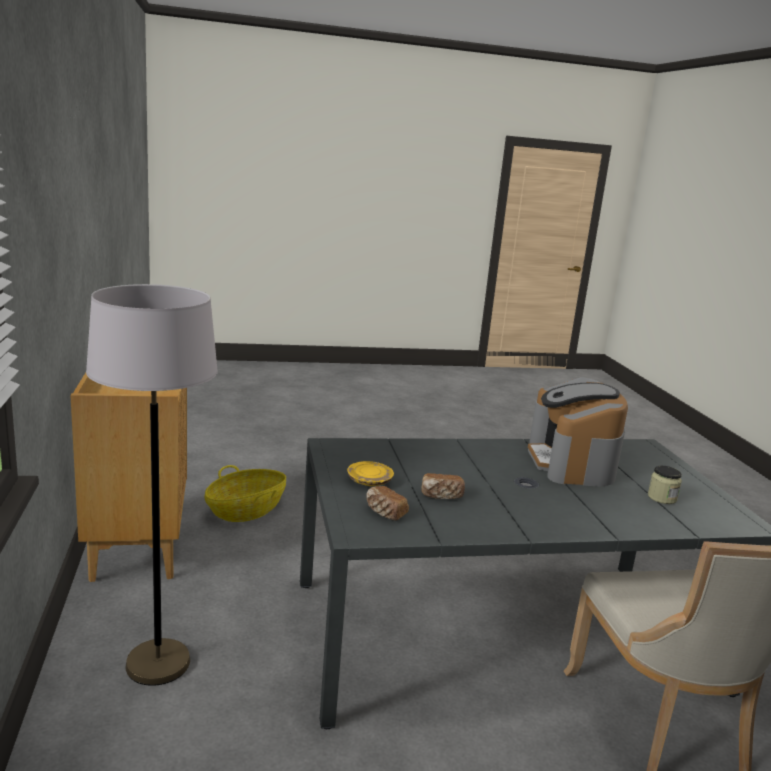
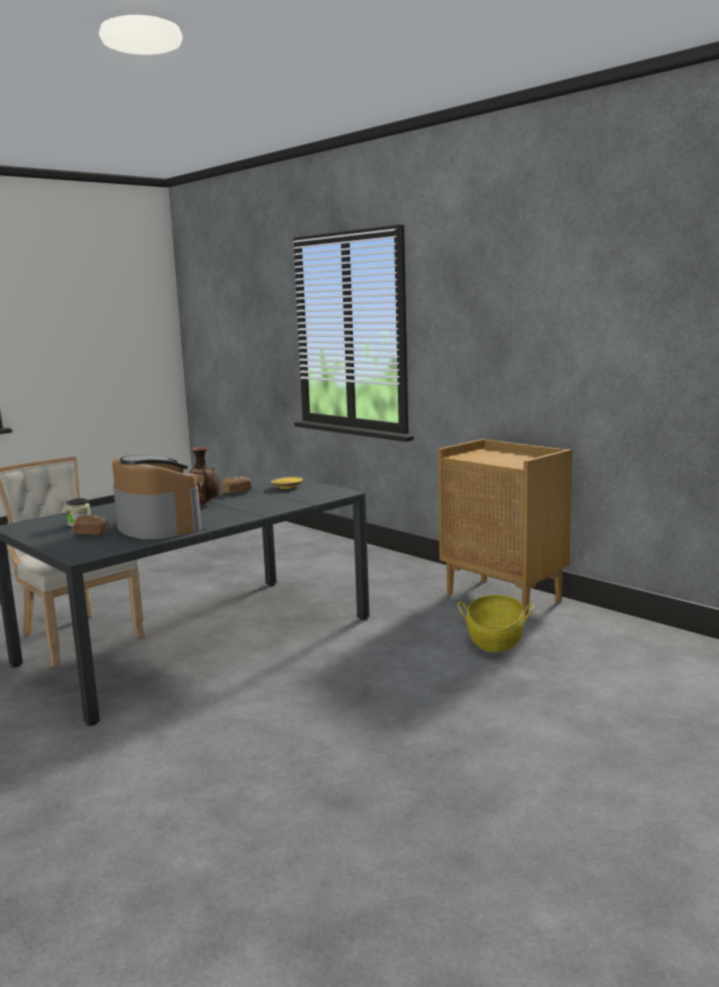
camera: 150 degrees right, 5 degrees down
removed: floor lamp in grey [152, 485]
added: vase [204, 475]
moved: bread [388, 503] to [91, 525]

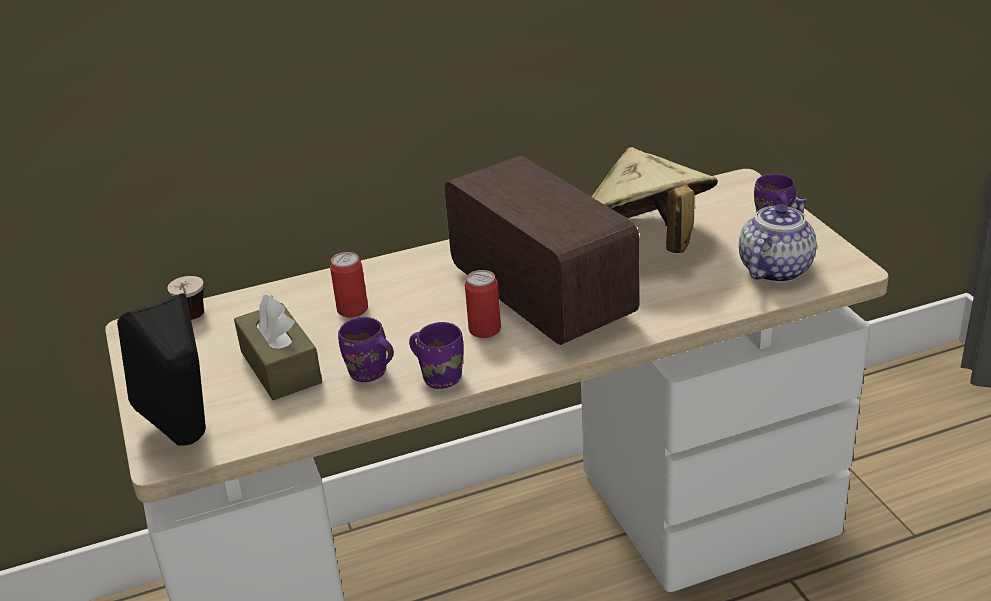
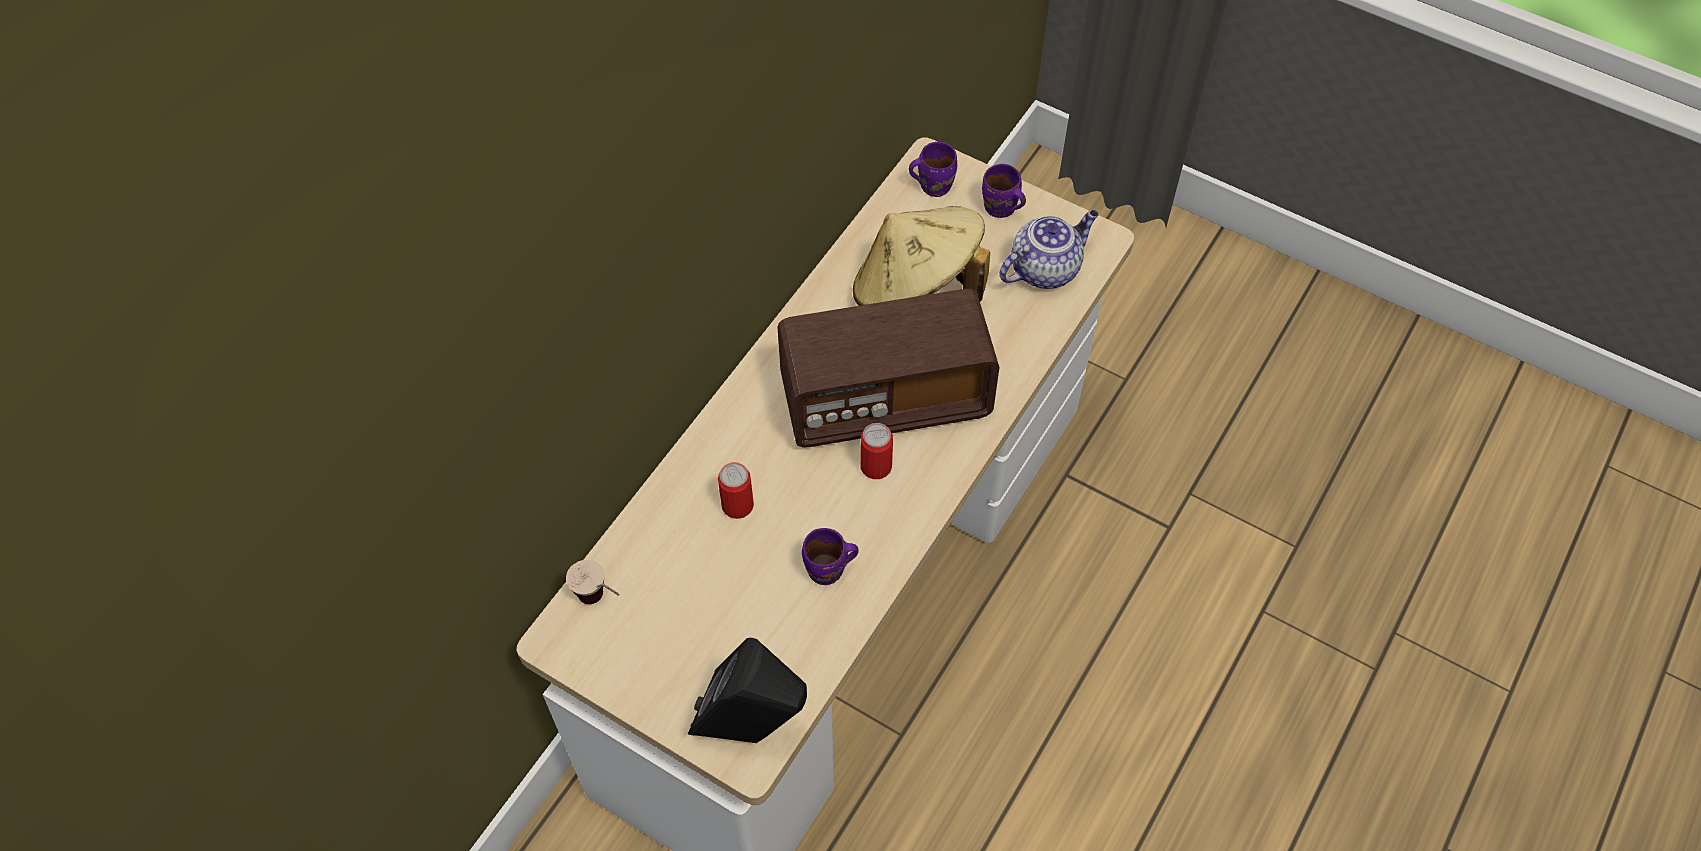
camera: 40 degrees left, 25 degrees up
removed: tissue box in brown [278, 347]
moved: mug in purple [436, 355] to [933, 169]
turned: radio [541, 250] = [888, 368] 150 degrees clockwise; teapot [778, 239] = [1049, 249] 60 degrees clockwise

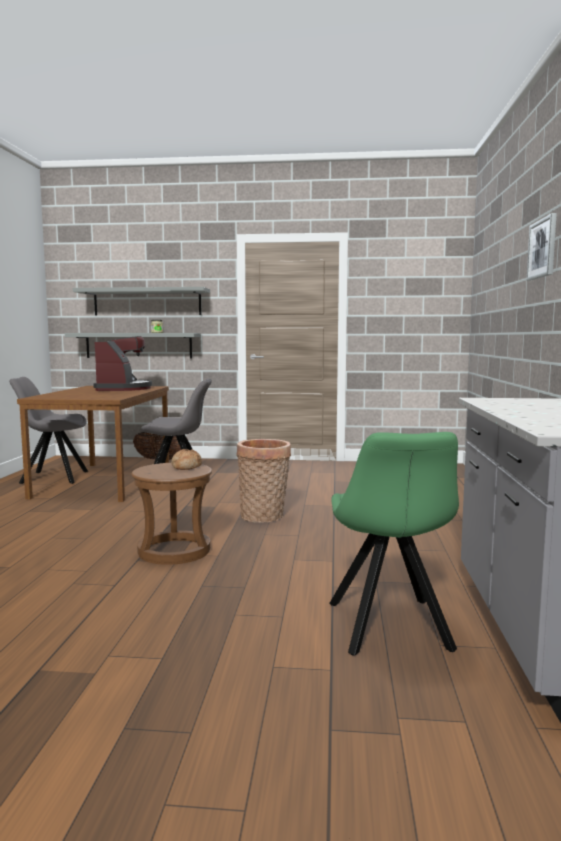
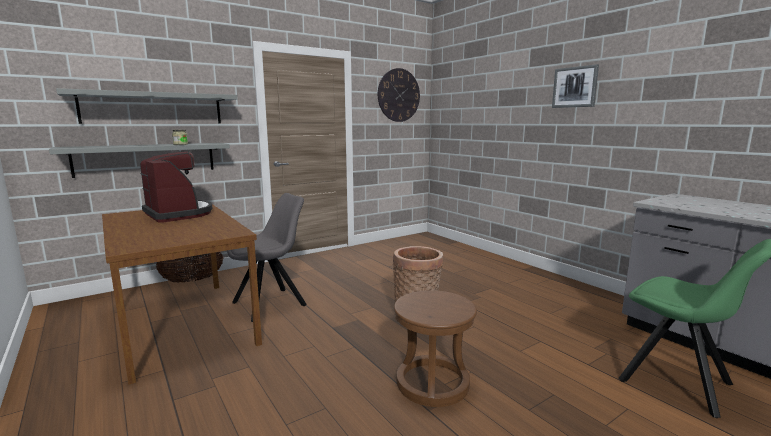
camera: 40 degrees left, 5 degrees up
removed: chair in grey [48, 430]; bread [186, 459]
added: wall clock [399, 95]

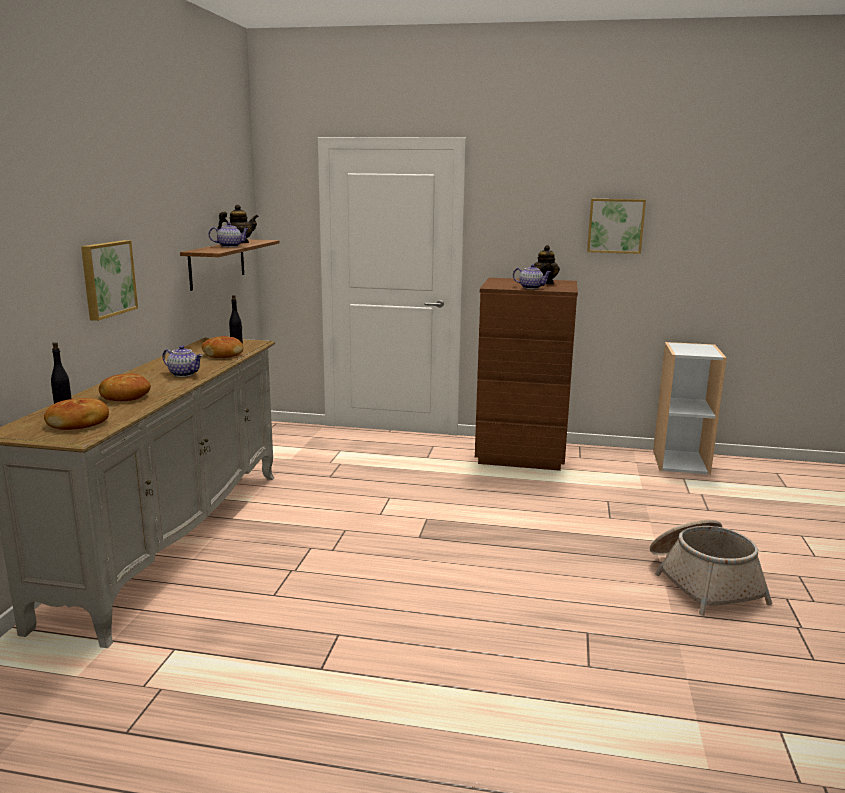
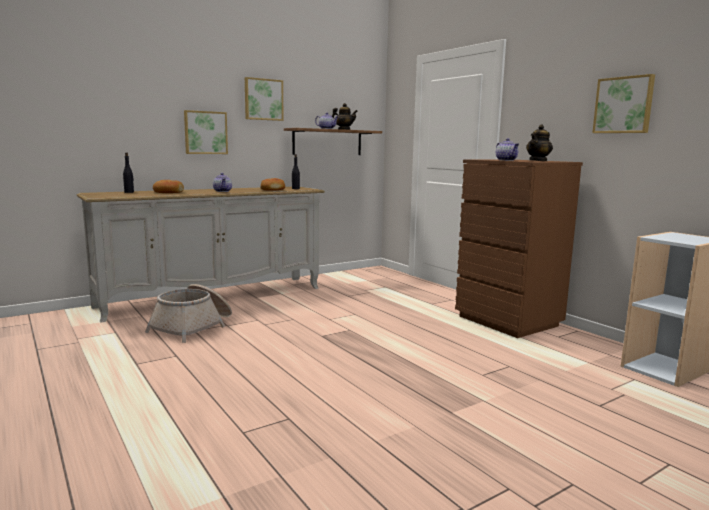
camera: 45 degrees right, 5 degrees down
removed: bread [76, 414]
added: picture [264, 99]
moved: basket [711, 568] to [188, 313]

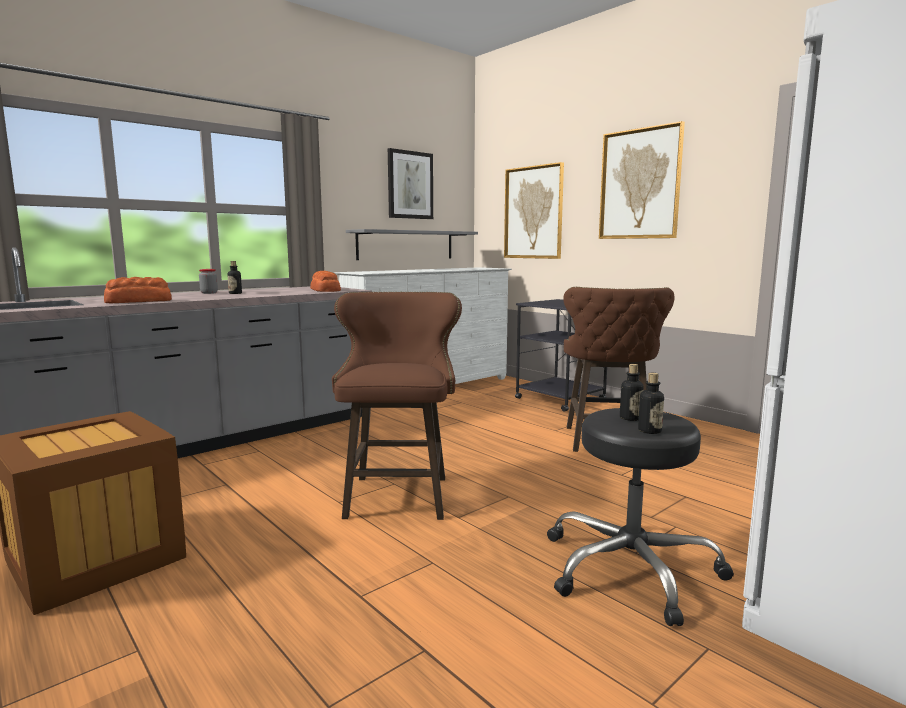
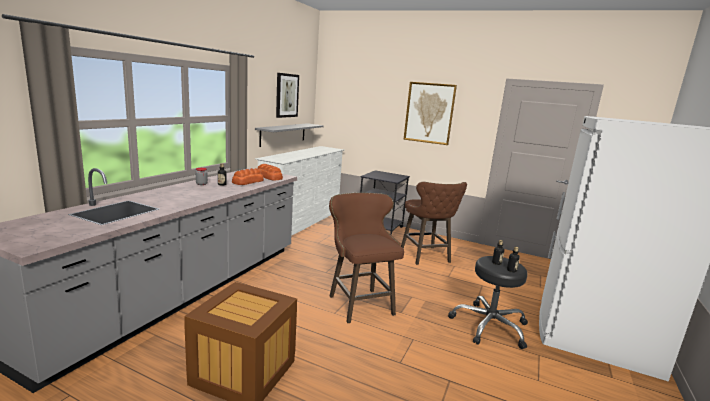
camera: 25 degrees left, 5 degrees up
removed: picture [534, 210]
moved: bread [138, 290] to [248, 176]

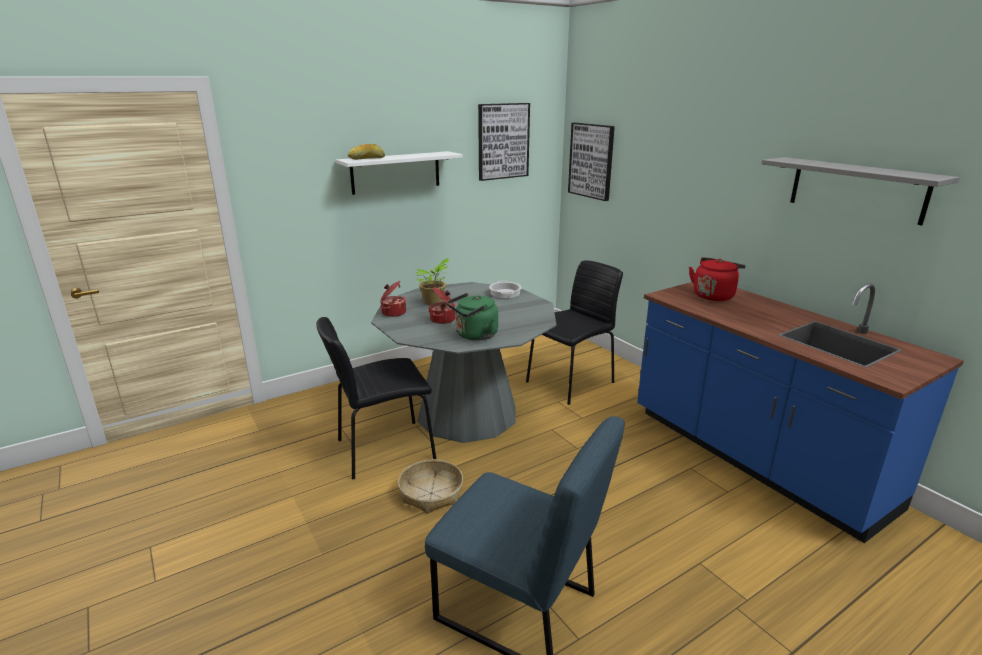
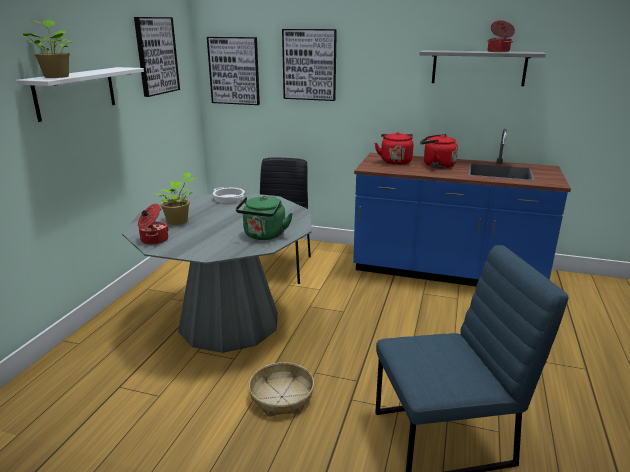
camera: 40 degrees left, 0 degrees up
removed: chair in black [376, 398]
added: picture [309, 65]; kettle in red [439, 151]
moved: cooking pot [442, 305] to [501, 36]
replaced: bread [366, 152] to potted plant [46, 48]

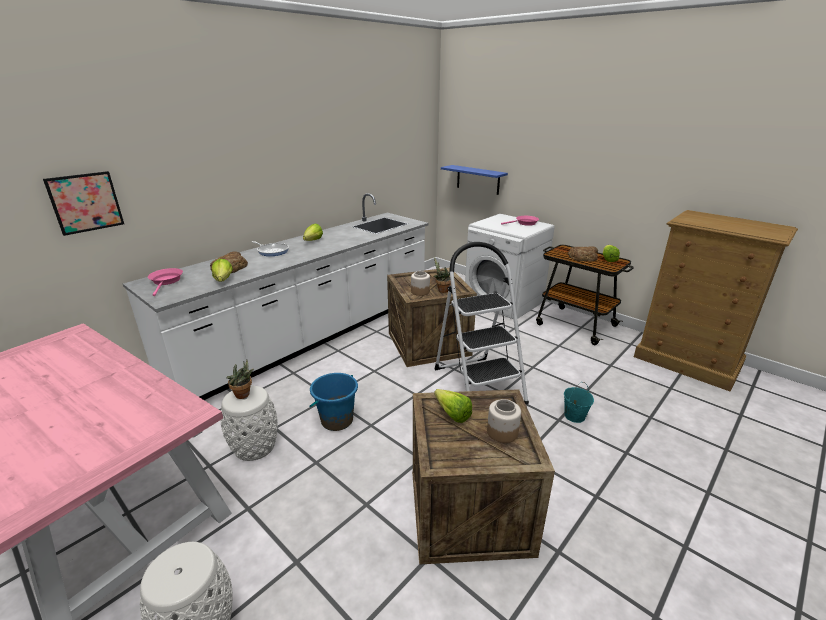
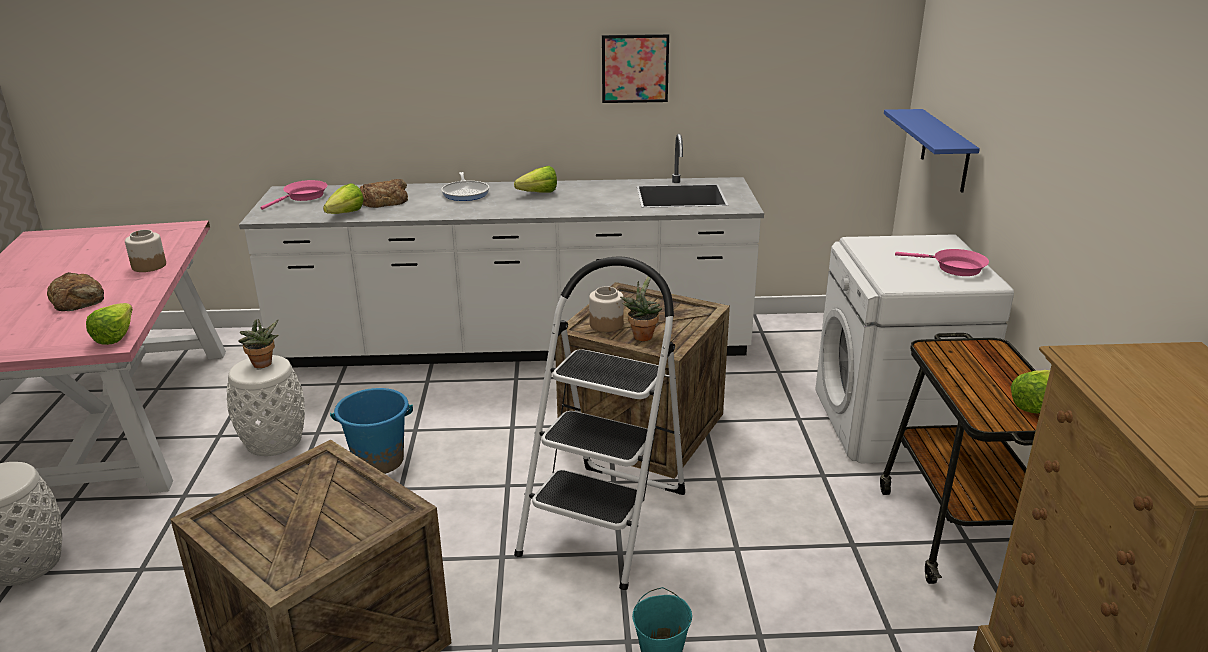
camera: 45 degrees right, 0 degrees up
moved: bread [583, 254] to [75, 291]; lettuce [453, 406] to [109, 324]; jar [504, 421] to [145, 251]; picture [83, 203] to [635, 68]

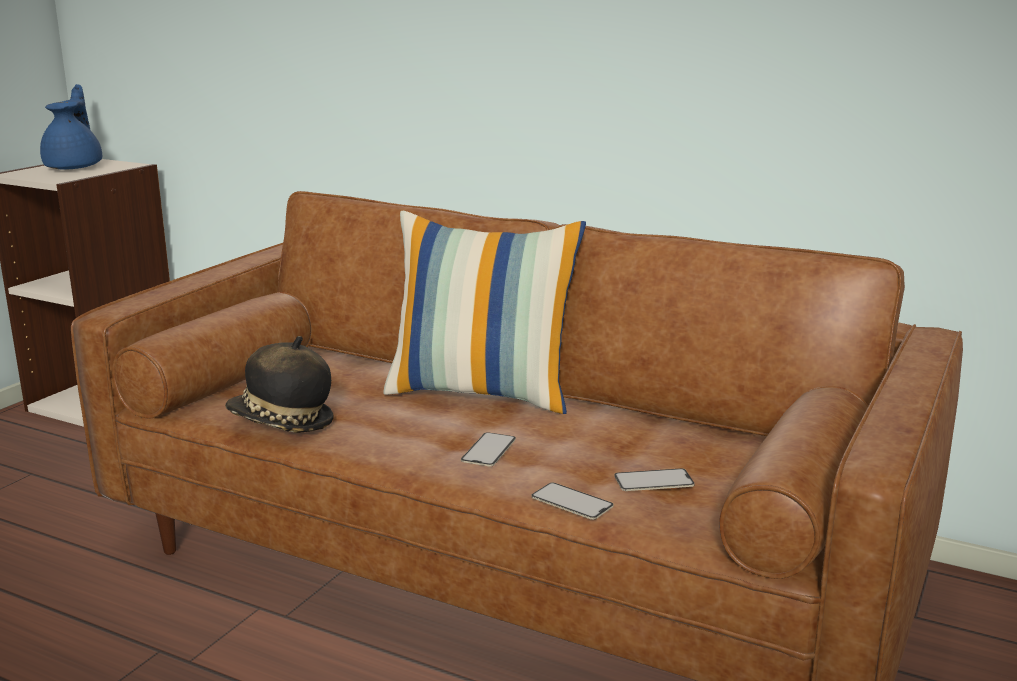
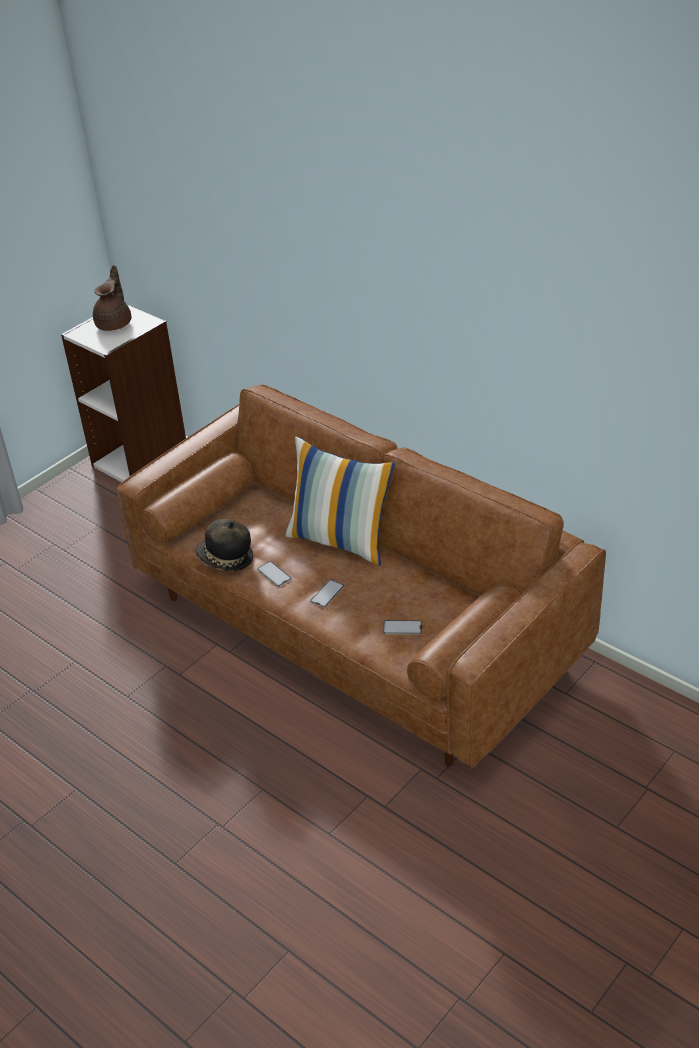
camera: 15 degrees right, 20 degrees up
moved: phone [572, 501] to [274, 574]
recoloured: teapot in blue [71, 127] to teapot in brown [112, 298]

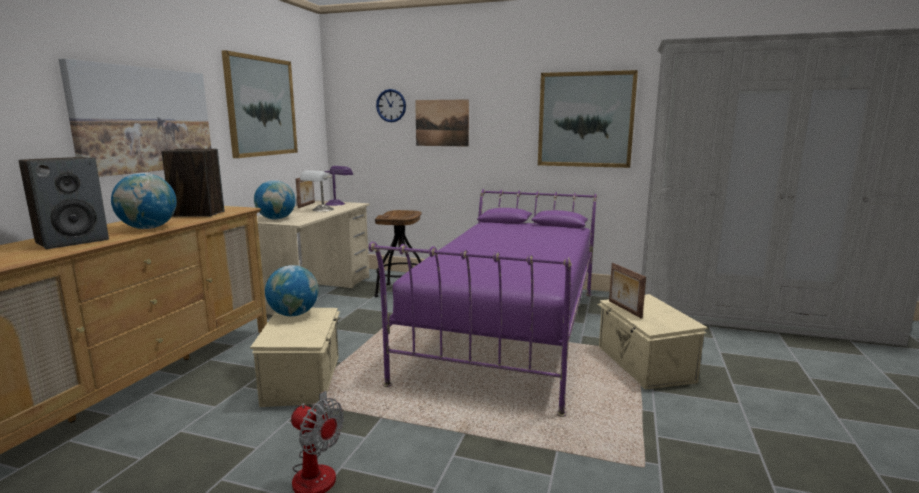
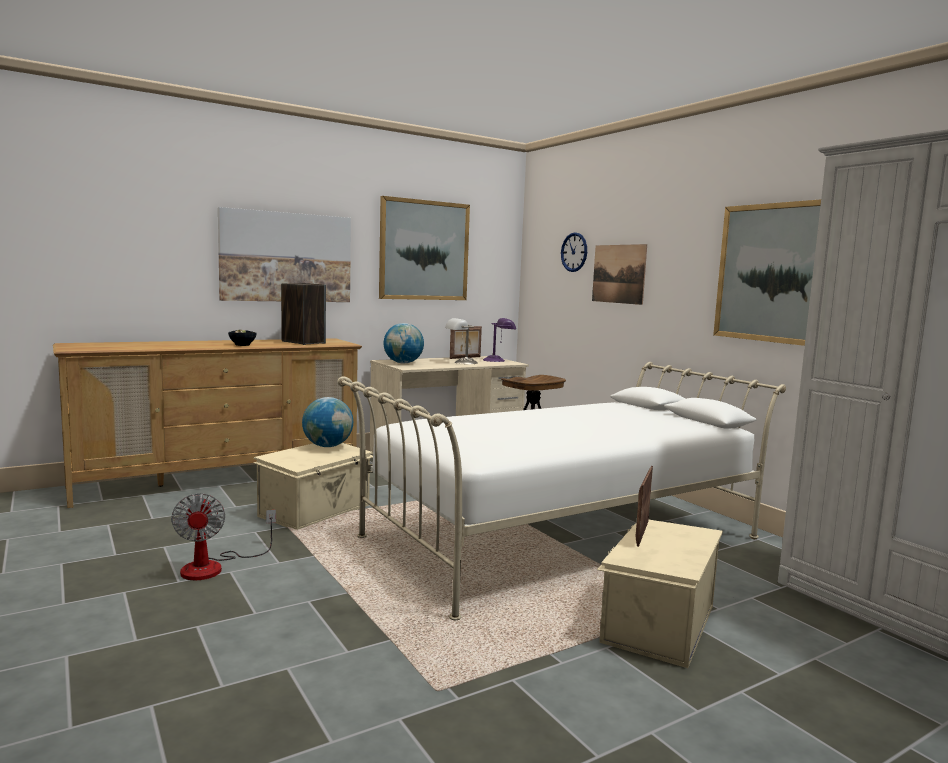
camera: 40 degrees right, 5 degrees down
removed: speaker [64, 203]
replaced: globe [144, 201] to bowl [242, 338]
recoloured: bed in purple [482, 303] to bed in white [562, 491]

